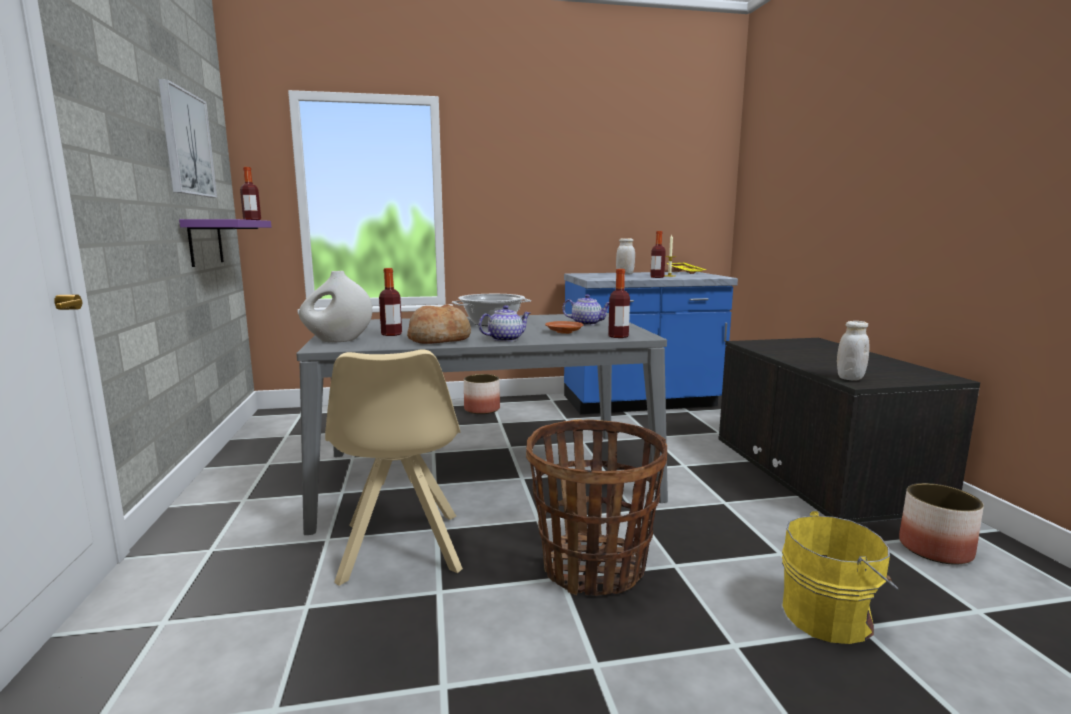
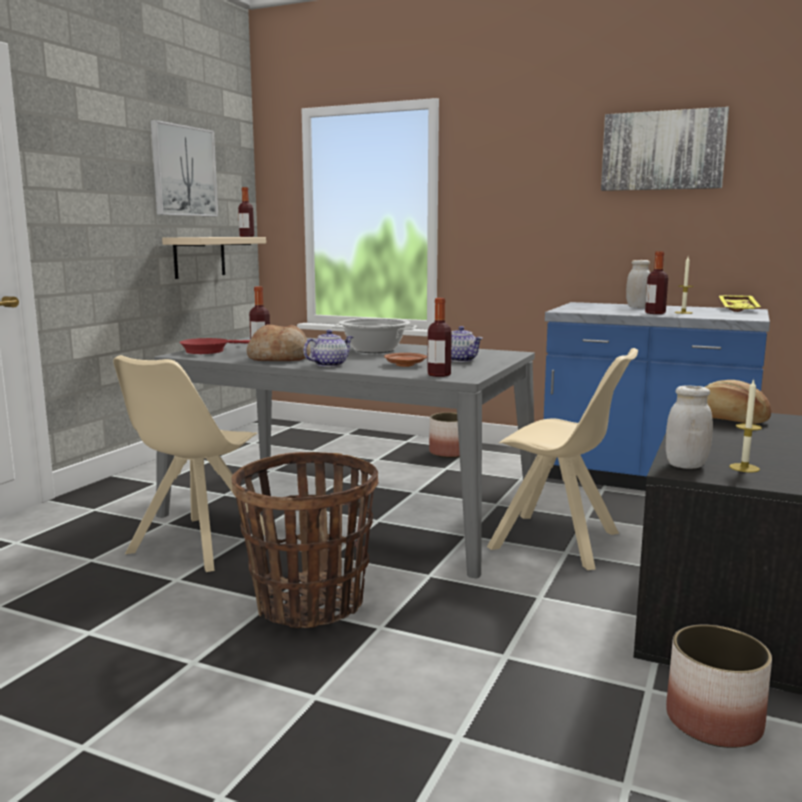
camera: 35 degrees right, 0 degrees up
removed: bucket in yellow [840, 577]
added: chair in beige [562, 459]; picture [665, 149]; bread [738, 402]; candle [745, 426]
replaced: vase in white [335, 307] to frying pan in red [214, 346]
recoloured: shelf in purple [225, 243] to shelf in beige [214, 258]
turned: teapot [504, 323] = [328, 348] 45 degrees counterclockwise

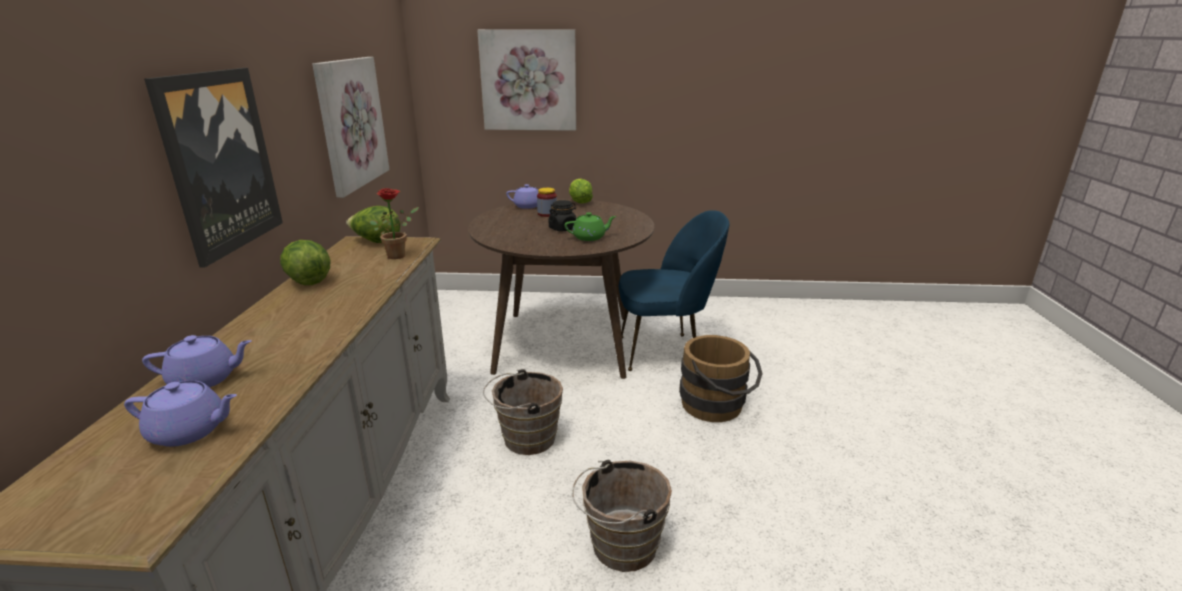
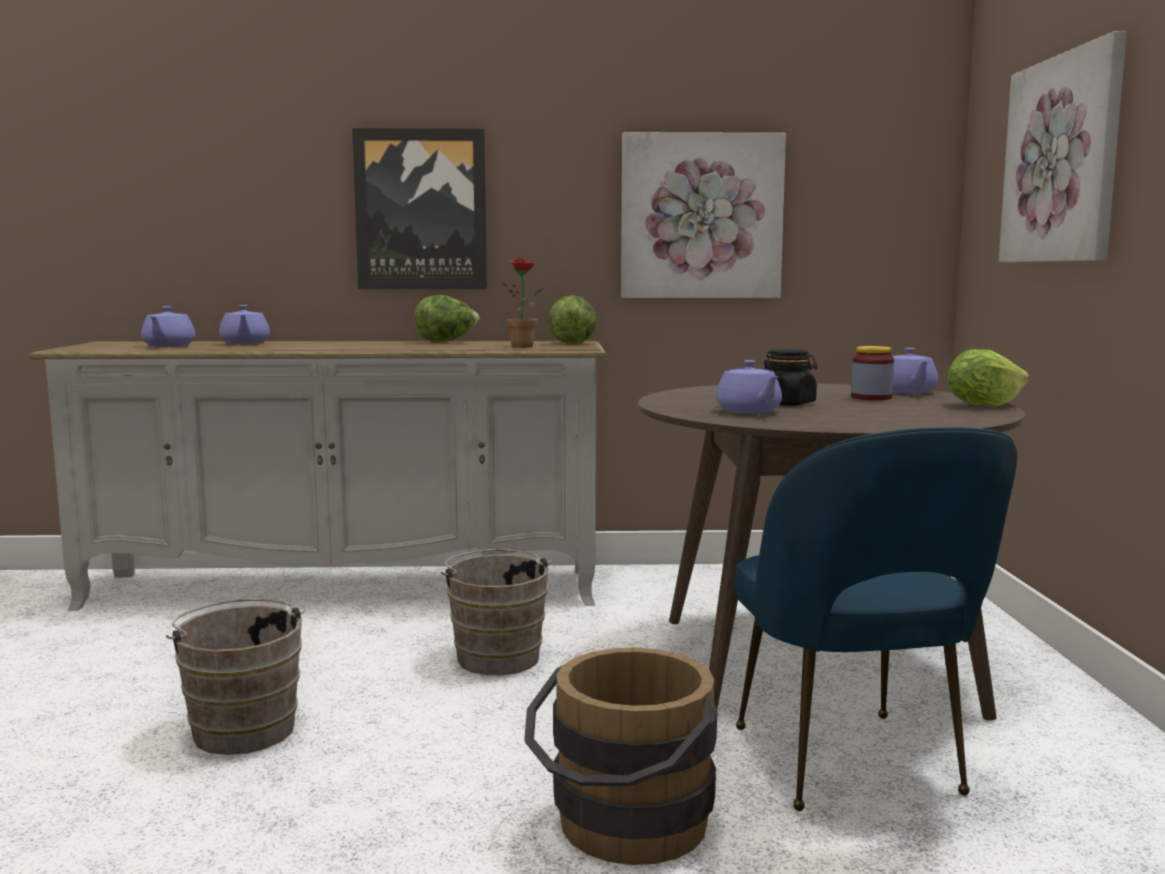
camera: 85 degrees right, 15 degrees down
recoloured: teapot in green [590, 226] to teapot in purple [749, 387]

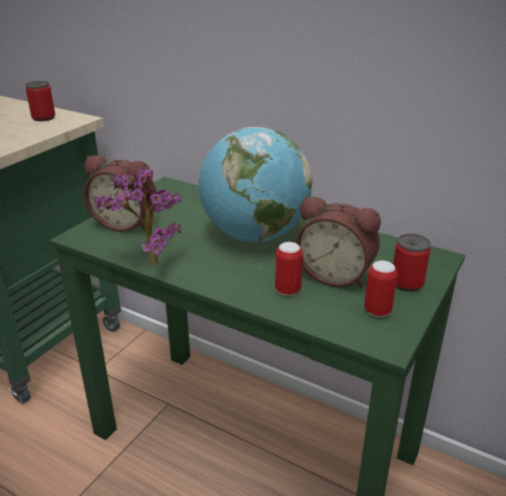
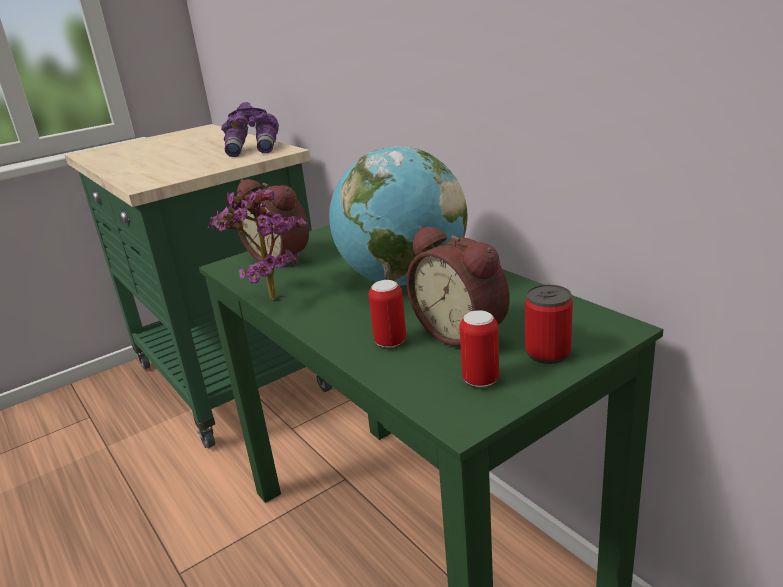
camera: 25 degrees right, 5 degrees down
replaced: can [40, 101] to binoculars in purple [250, 129]

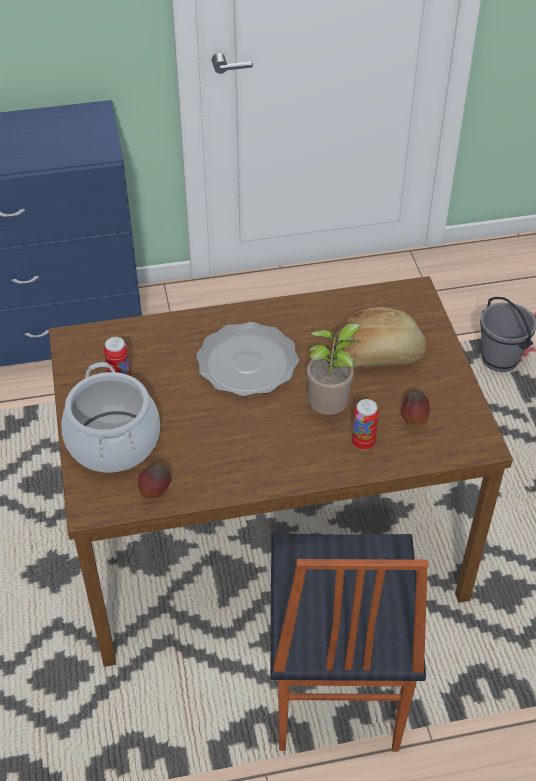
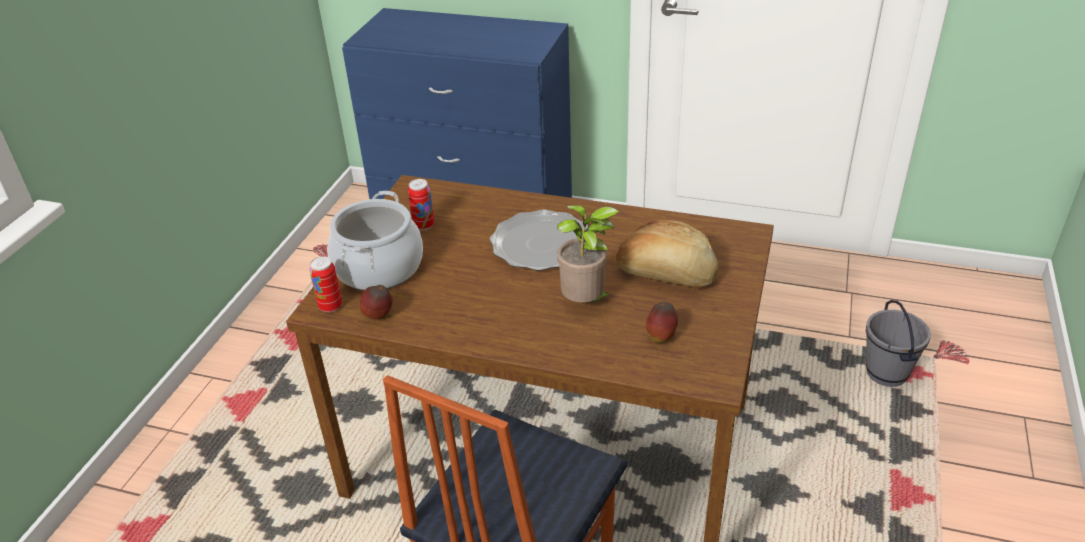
camera: 30 degrees right, 10 degrees down
moved: can [365, 424] to [326, 284]

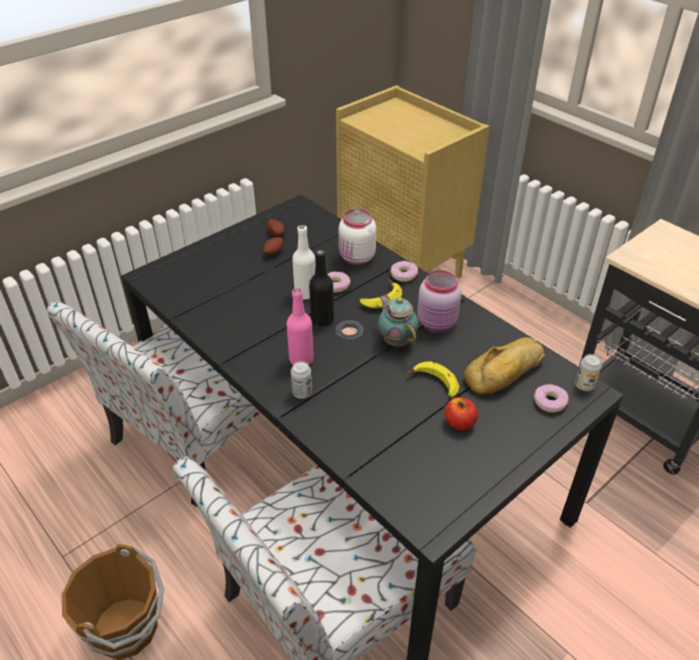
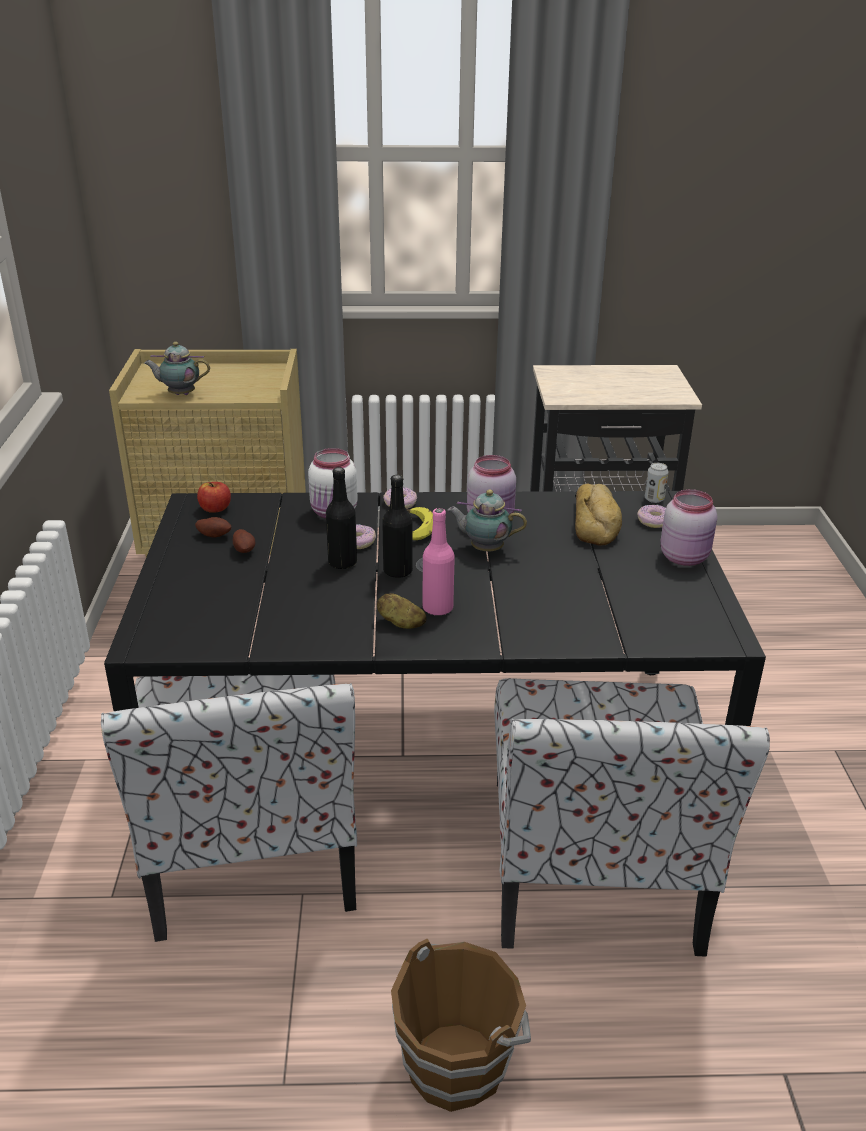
camera: 50 degrees left, 10 degrees down
removed: can [301, 380]; banana [433, 379]
added: teapot [177, 368]; potato [401, 611]; jar in pink [688, 527]
moved: apple [461, 413] to [214, 497]
recoloured: bottle in white [304, 262] to bottle in black [341, 518]

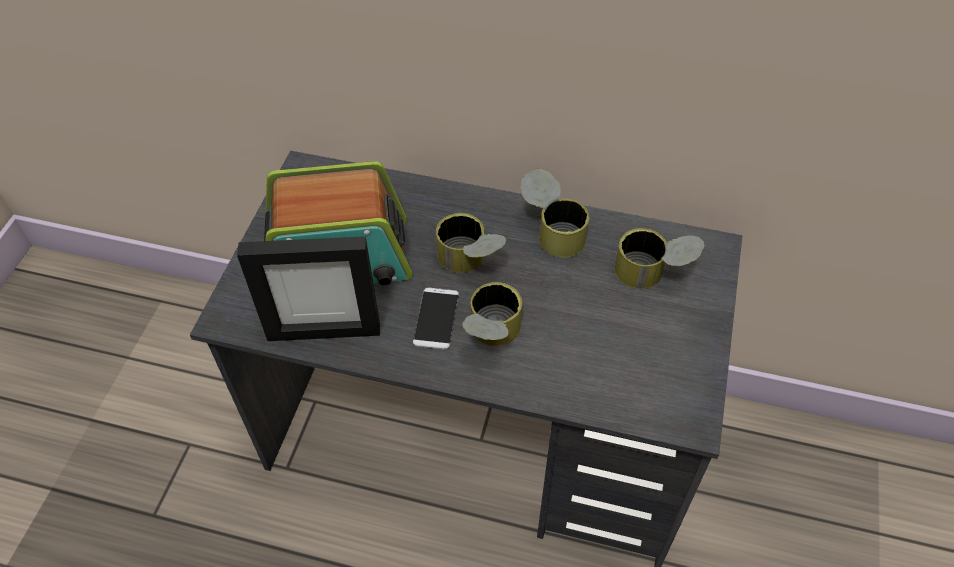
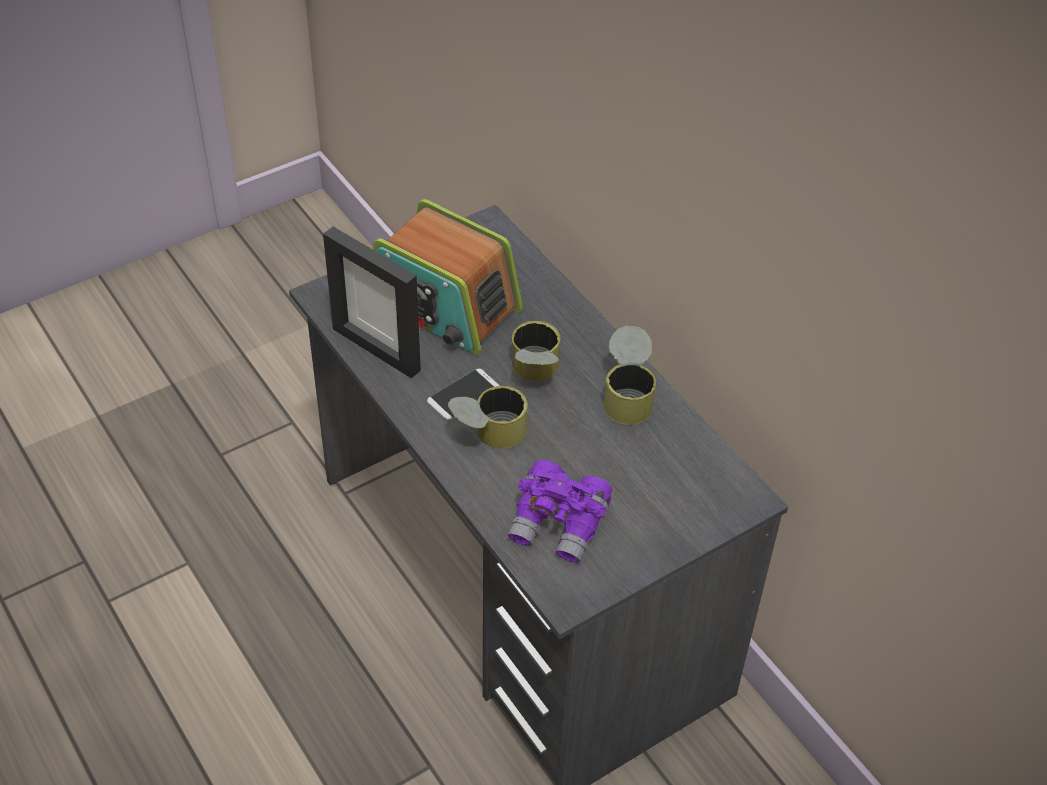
camera: 40 degrees right, 5 degrees down
removed: can [659, 258]
added: binoculars in purple [560, 511]

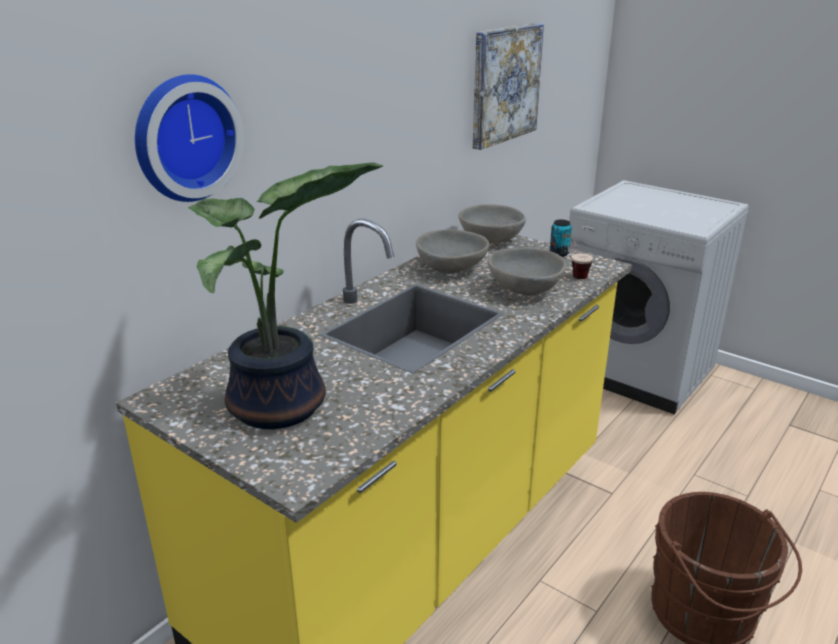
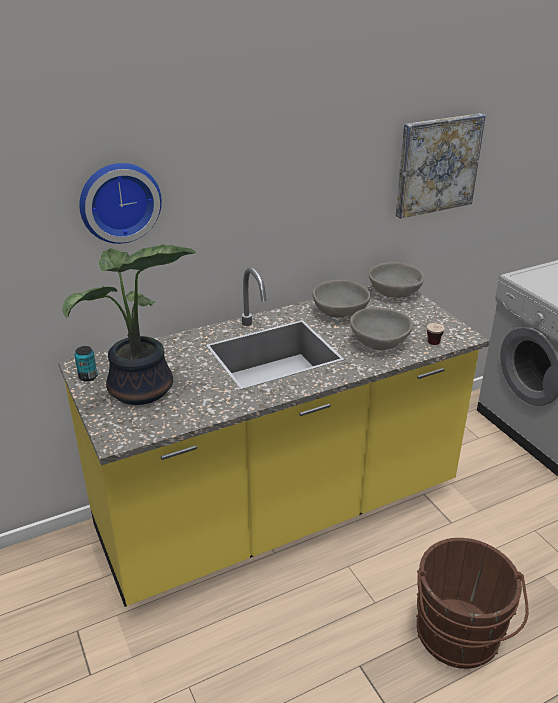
camera: 25 degrees right, 5 degrees up
moved: can [561, 238] to [86, 363]

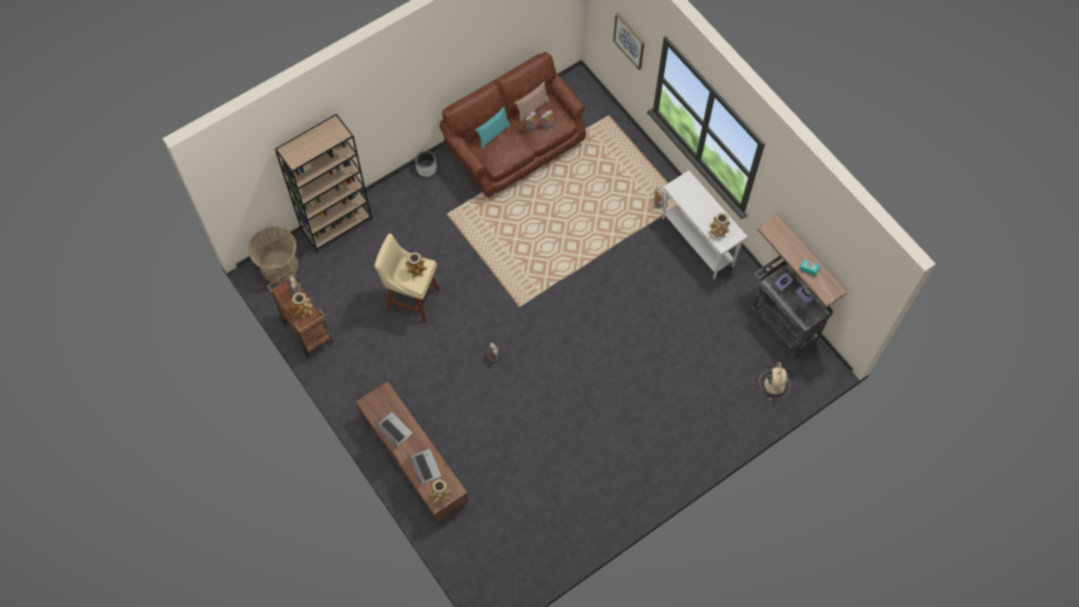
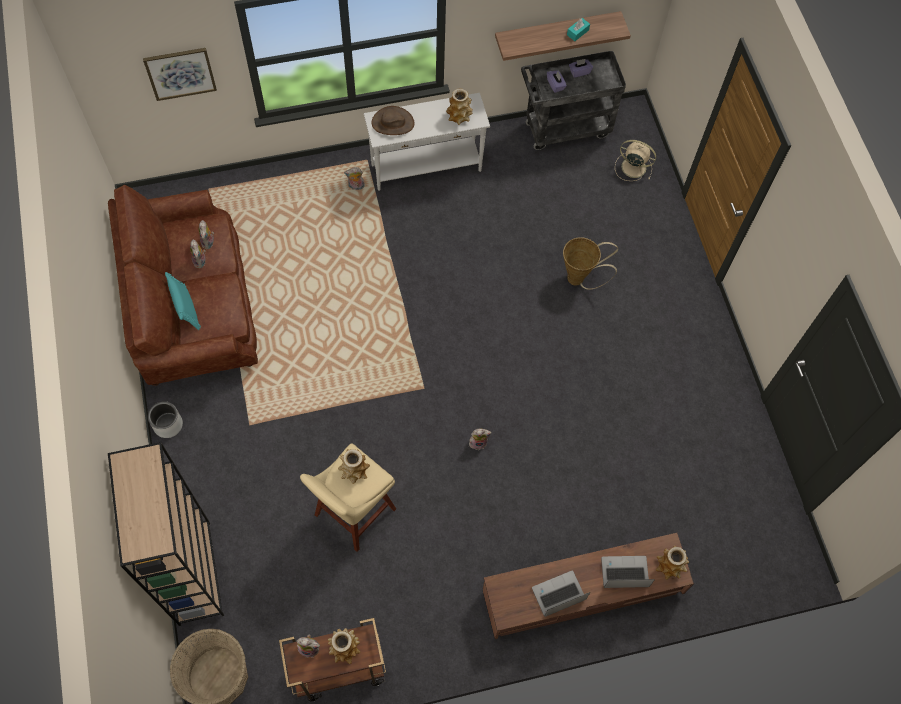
camera: 70 degrees left, 0 degrees up
removed: pillow in beige [531, 102]
added: hat in brown [393, 120]; basket [590, 263]

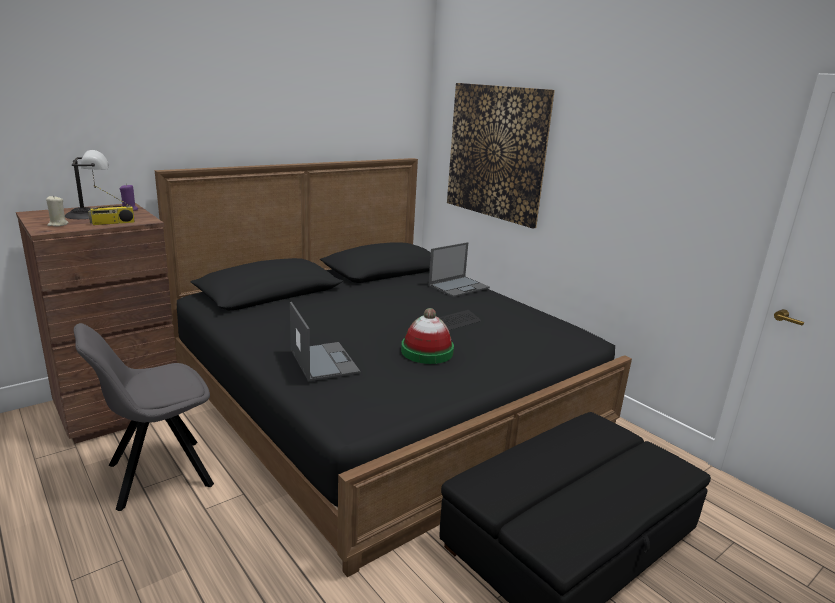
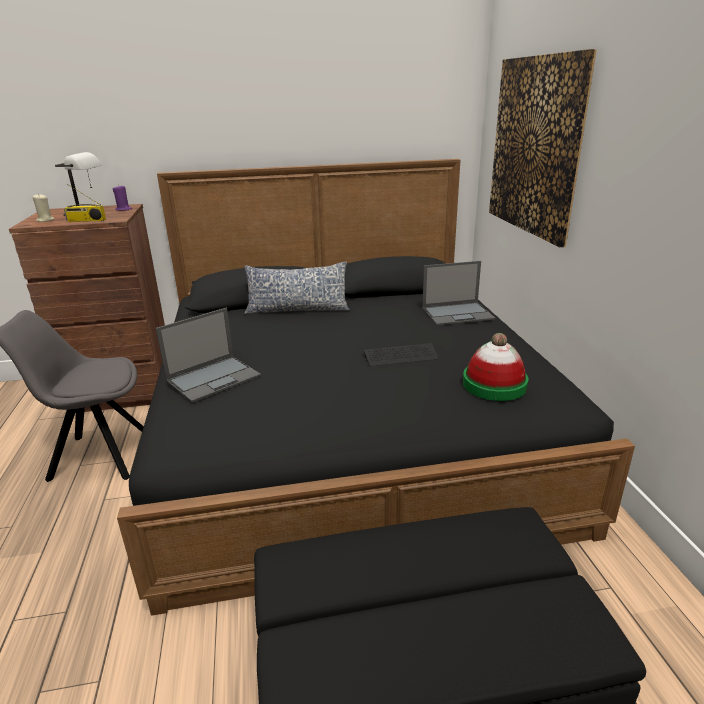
camera: 30 degrees right, 5 degrees up
added: pillow [297, 288]
moved: hat [427, 336] to [495, 367]
turned: laptop [325, 342] = [208, 355] 45 degrees clockwise

